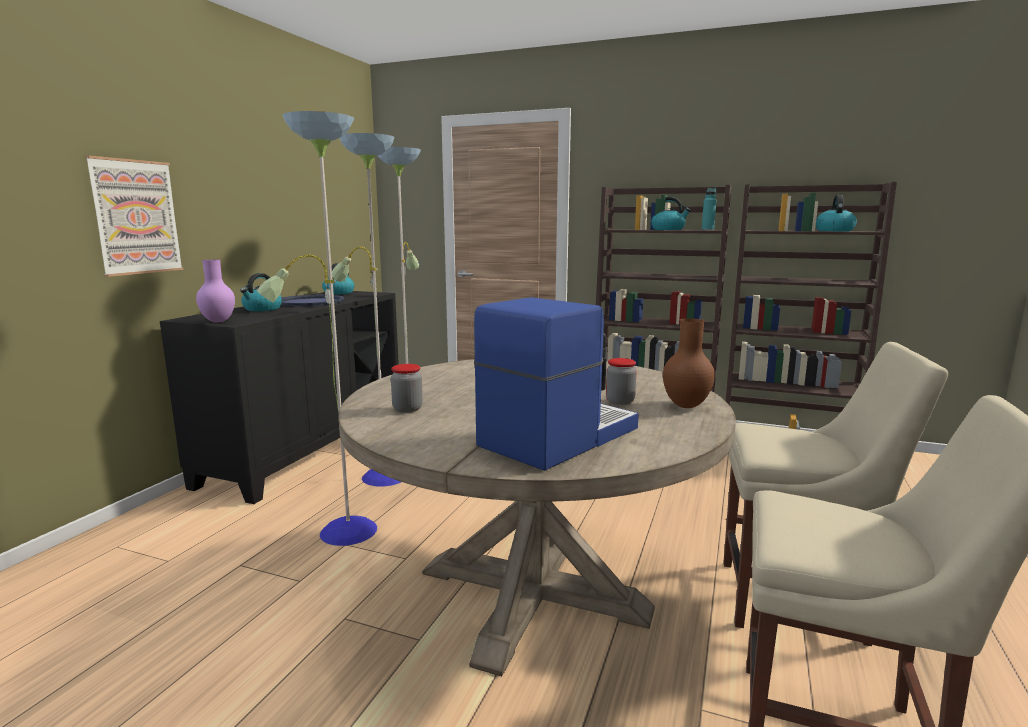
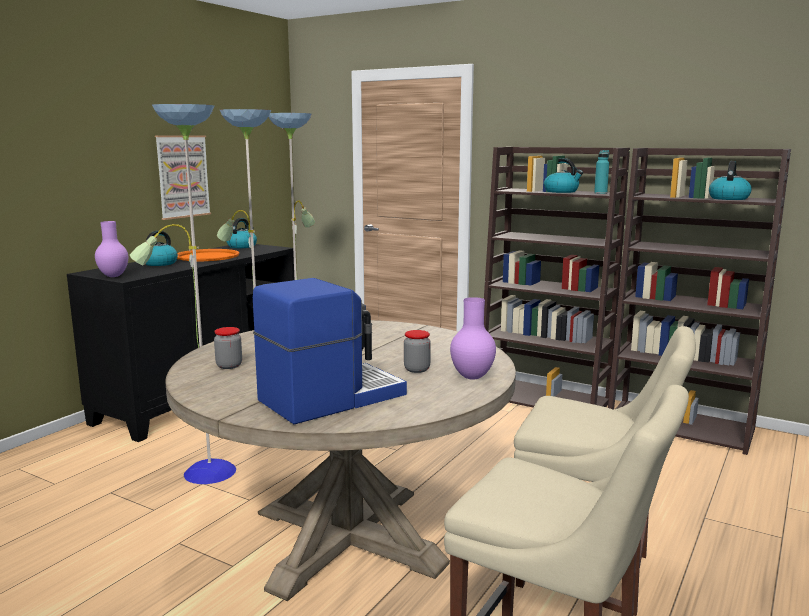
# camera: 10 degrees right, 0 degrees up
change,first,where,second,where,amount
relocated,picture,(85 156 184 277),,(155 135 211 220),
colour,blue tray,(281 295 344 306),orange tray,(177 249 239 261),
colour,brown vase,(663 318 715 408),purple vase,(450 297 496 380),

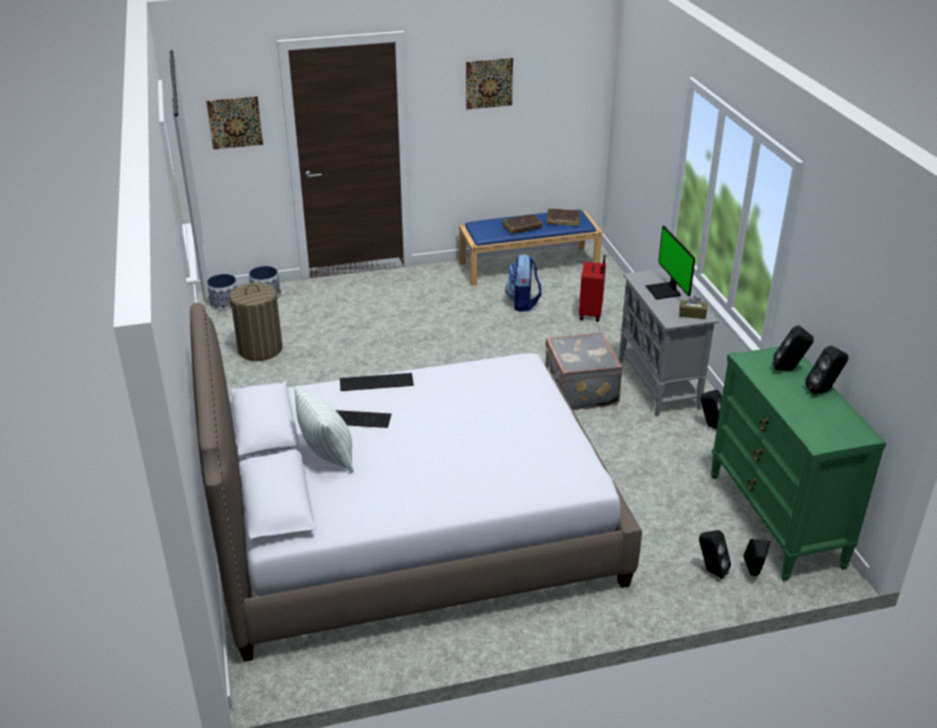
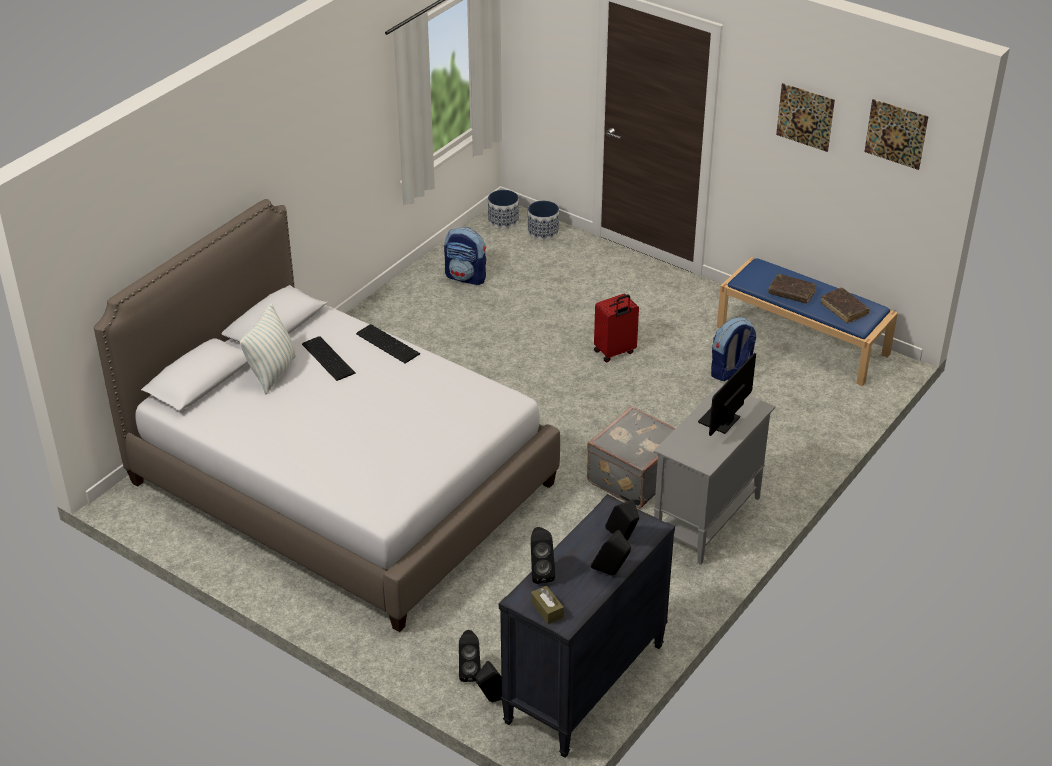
# camera: 50 degrees right, 5 degrees up
change,first,where,second,where,amount
exchanged,laundry basket,(225 282 283 361),backpack,(444 227 486 286),
colour,green dresser,(711 347 886 581),black dresser,(499 494 675 758),
relocated,black speaker,(700 390 722 429),,(531 527 555 584),
relocated,brown tissue box,(679 296 707 319),,(531 586 564 624),
relocated,red suitcase,(579 255 606 322),,(594 294 639 362),
relocated,picture,(206 96 263 149),,(864 99 929 170),

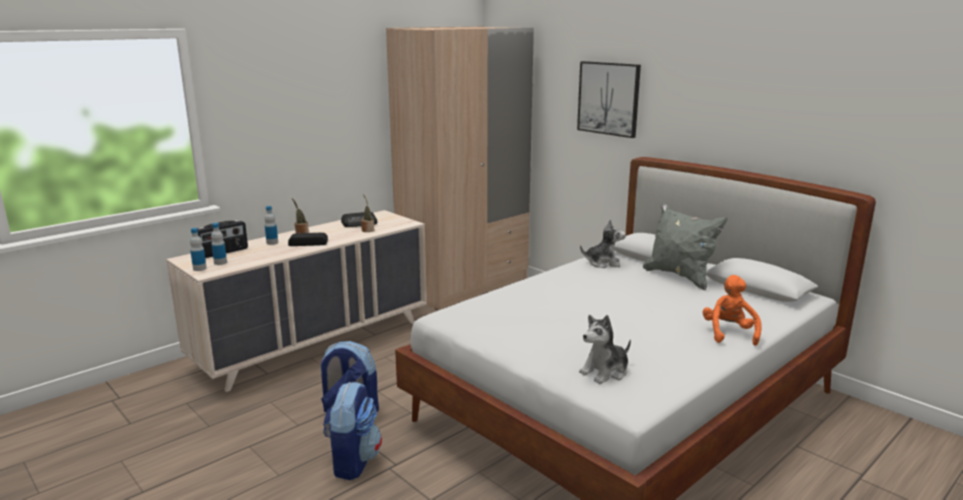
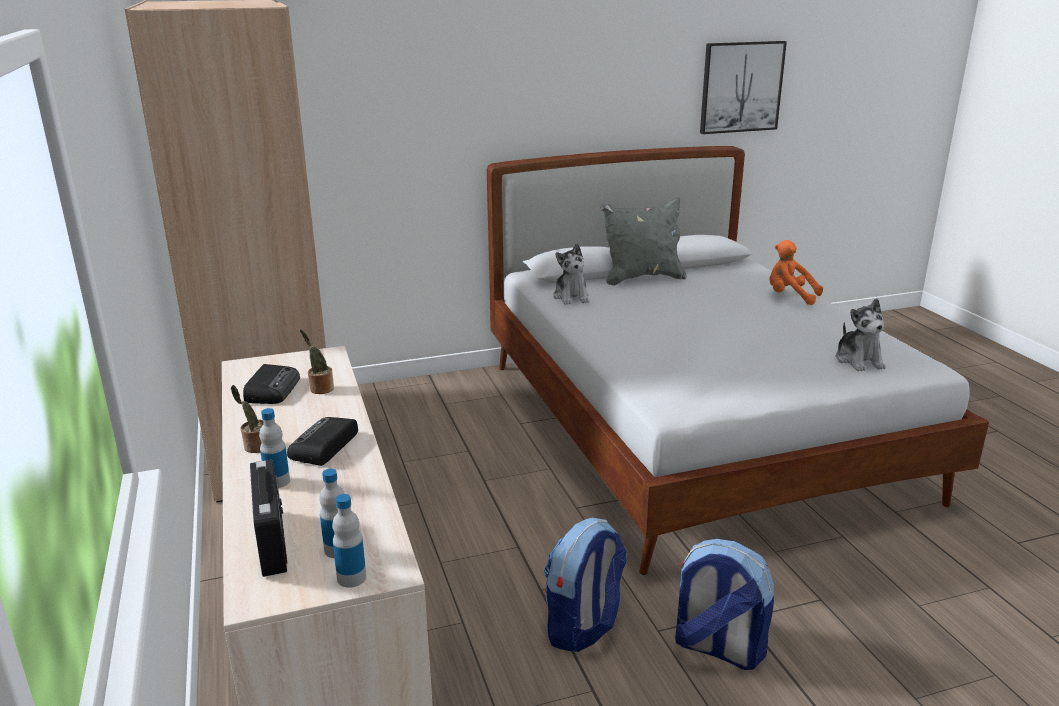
# camera: 65 degrees left, 5 degrees up
change,first,where,second,where,amount
spun,plush toy,(580 219 626 268),,(553 244 589 305),135 degrees clockwise
relocated,picture,(577 61 641 138),,(700 41 787 134),

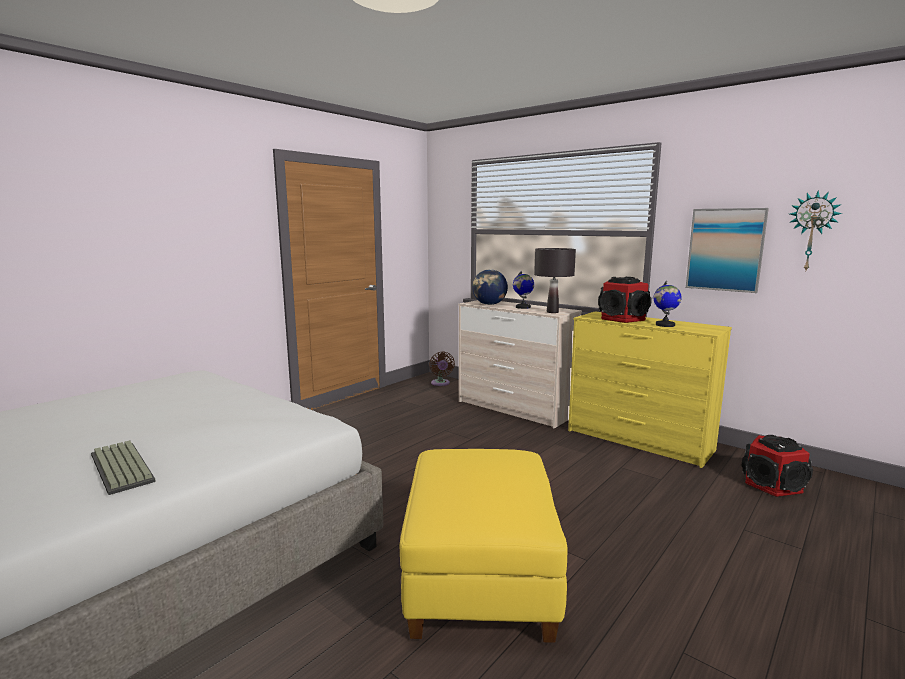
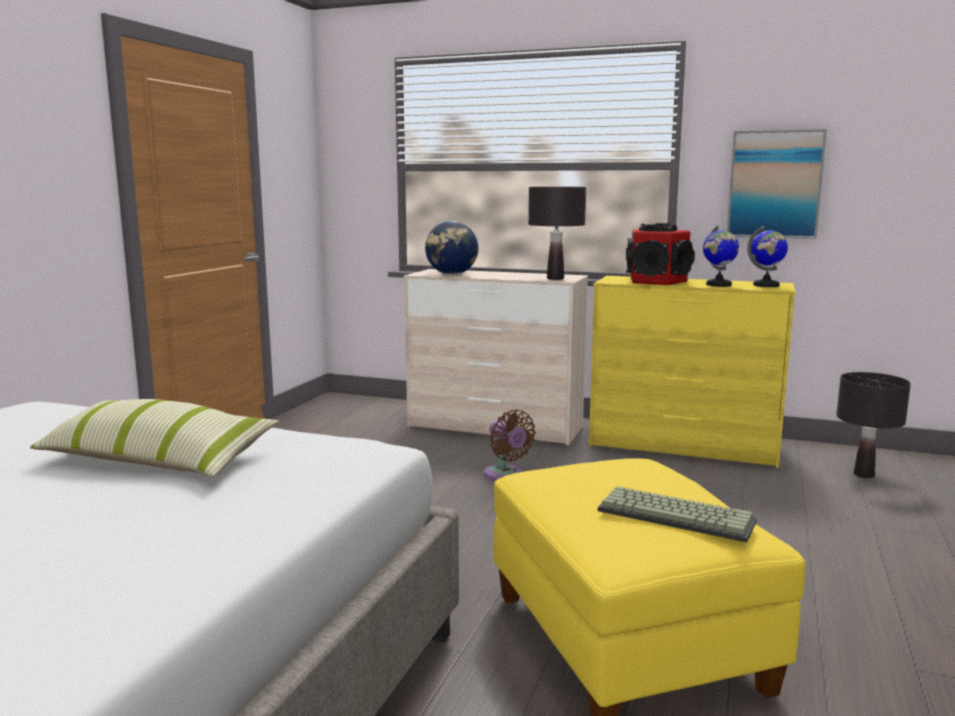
# camera: 20 degrees left, 0 degrees up
change,first,where,second,where,amount
appeared,,,pillow,(30 399 279 477),
relocated,brown fan,(429 351 455 386),,(484 409 536 480),
relocated,keyboard,(91 440 156 495),,(598 486 757 543),
relocated,globe,(513 271 534 309),,(748 226 788 287),
exchanged,speaker,(742 435 813 497),black table lamp,(836 372 911 478),
missing,wall clock,(789 190 842 270),,,

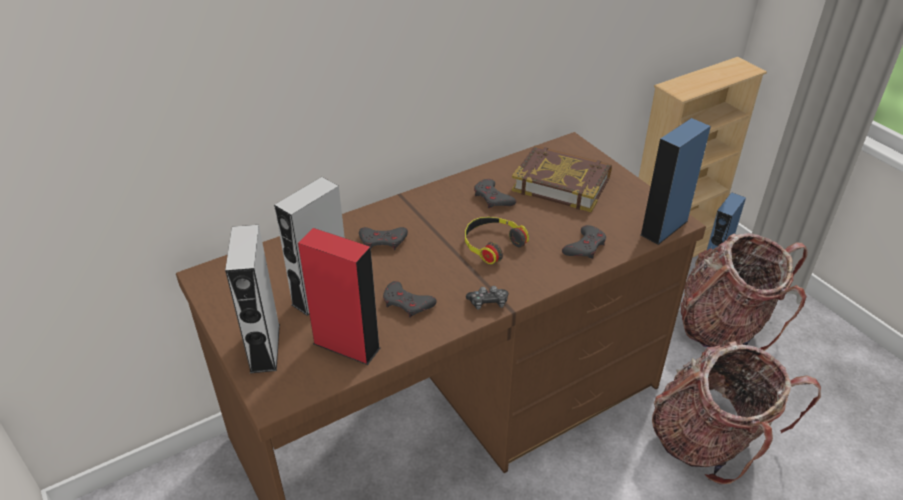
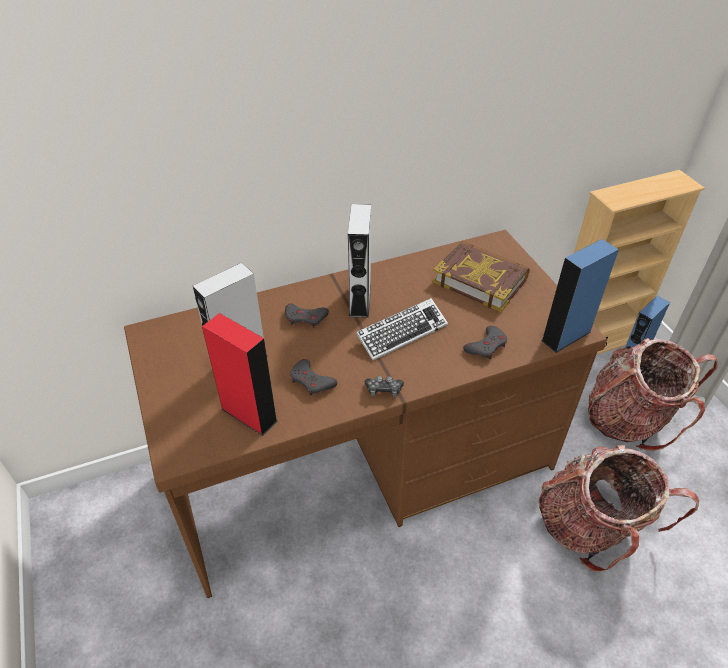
# camera: 10 degrees right, 5 degrees up
change,first,where,second,where,amount
relocated,grey speaker,(225 225 280 373),,(348 204 371 318),
exchanged,headphones,(465 217 529 264),keyboard,(356 298 448 361),
missing,grey game controller,(474 179 516 208),,,

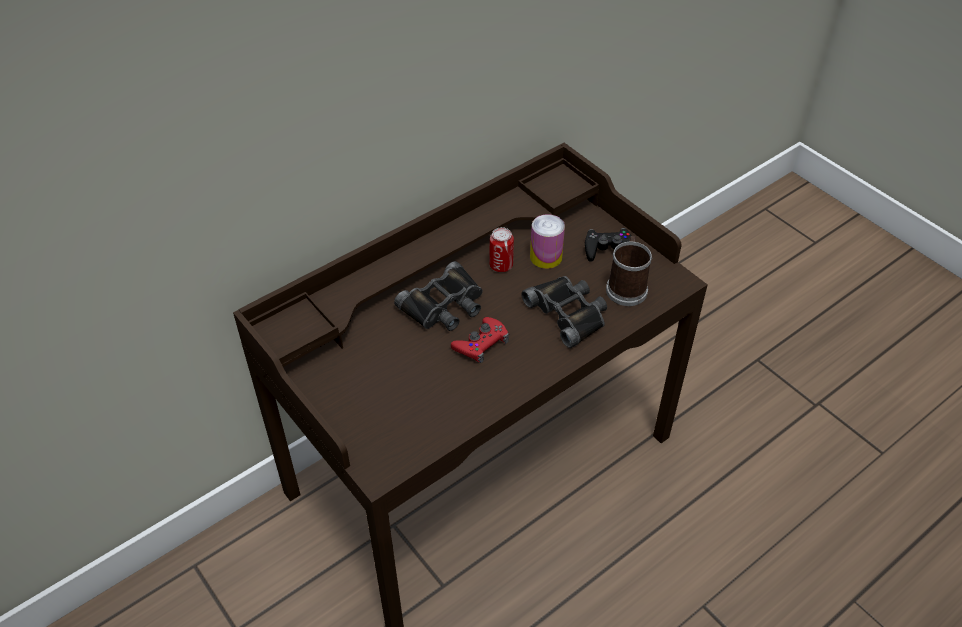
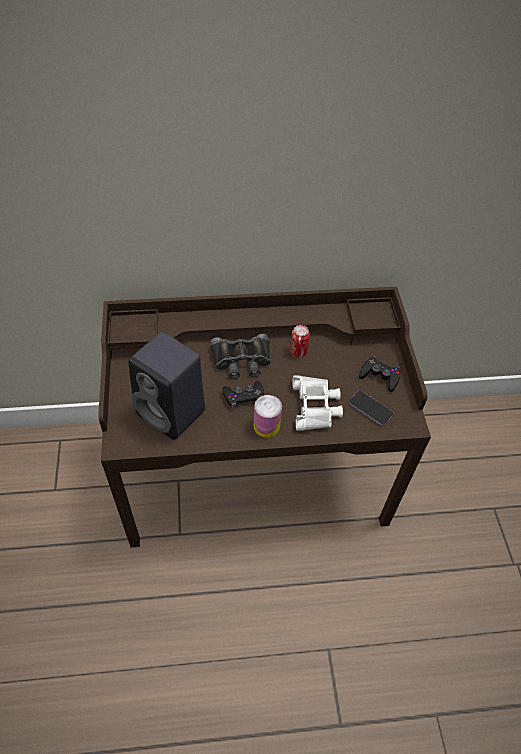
# camera: 30 degrees right, 5 degrees up
change,first,where,second,where,amount
appeared,,,black speaker,(128 332 205 440),
colour,red game controller,(451 317 509 363),black game controller,(223 381 264 409),
relocated,can,(530 214 565 269),,(254 395 282 438),
colour,black binoculars,(521 276 607 348),white binoculars,(292 375 343 431),
exchanged,mug,(606 236 652 306),phone,(349 391 394 426),

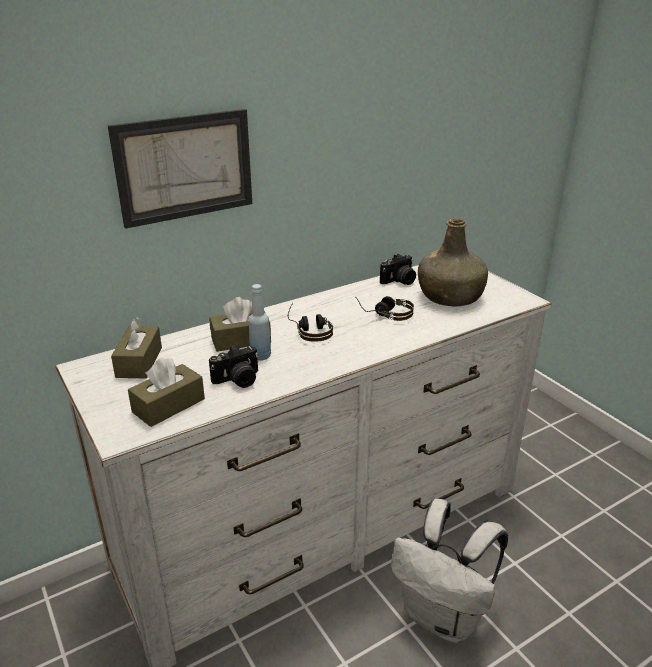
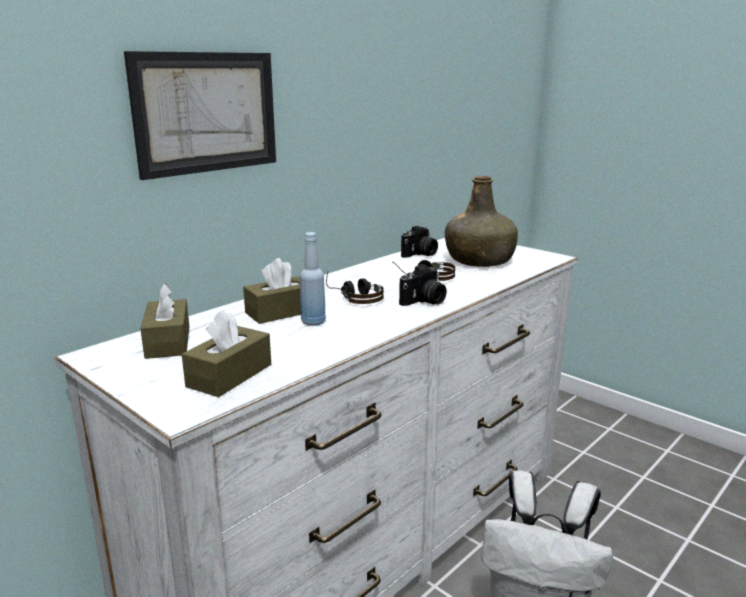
# camera: 15 degrees left, 10 degrees down
change,first,where,second,where,amount
relocated,photo camera,(209 345 259 388),,(399 266 447 306),

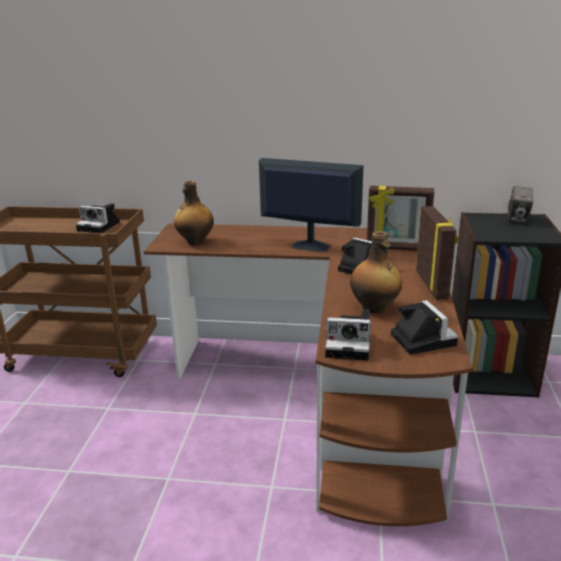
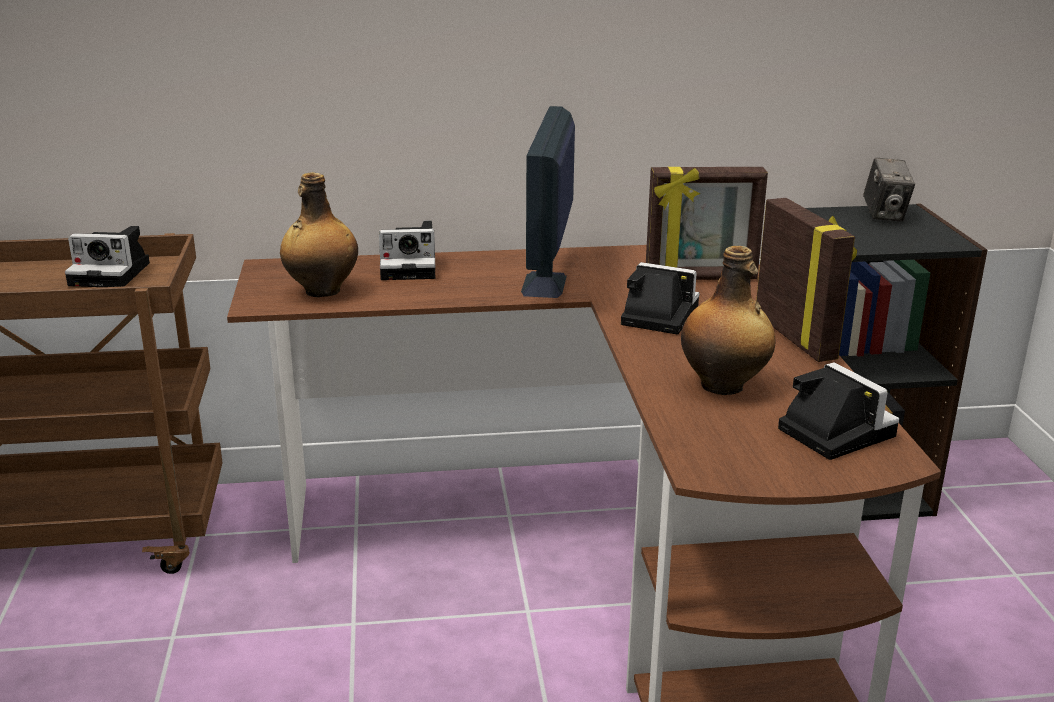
# camera: 15 degrees left, 0 degrees up
change,first,where,second,where,amount
relocated,photo camera,(325 309 371 361),,(379 220 435 280),
spun,monitor,(259 158 363 252),,(521 106 575 298),90 degrees counterclockwise

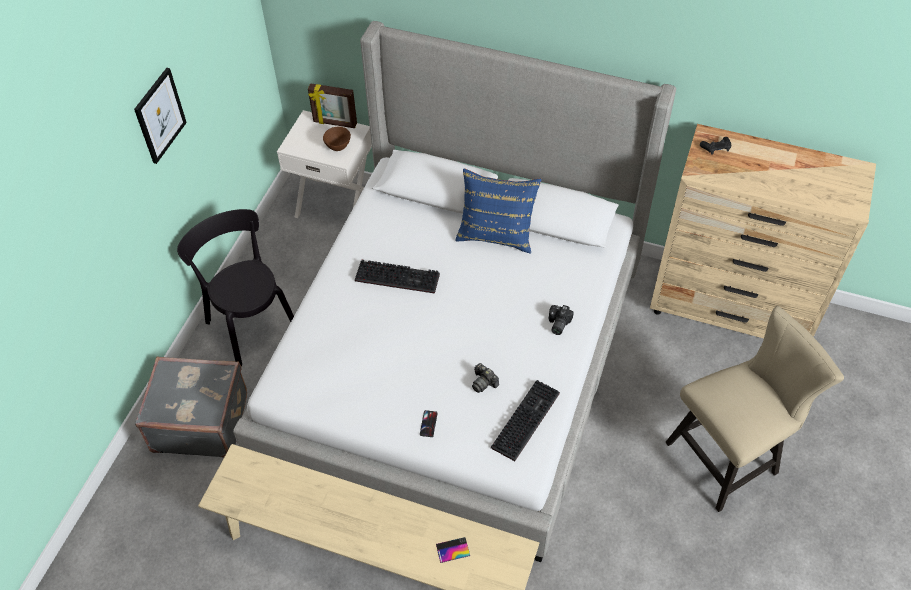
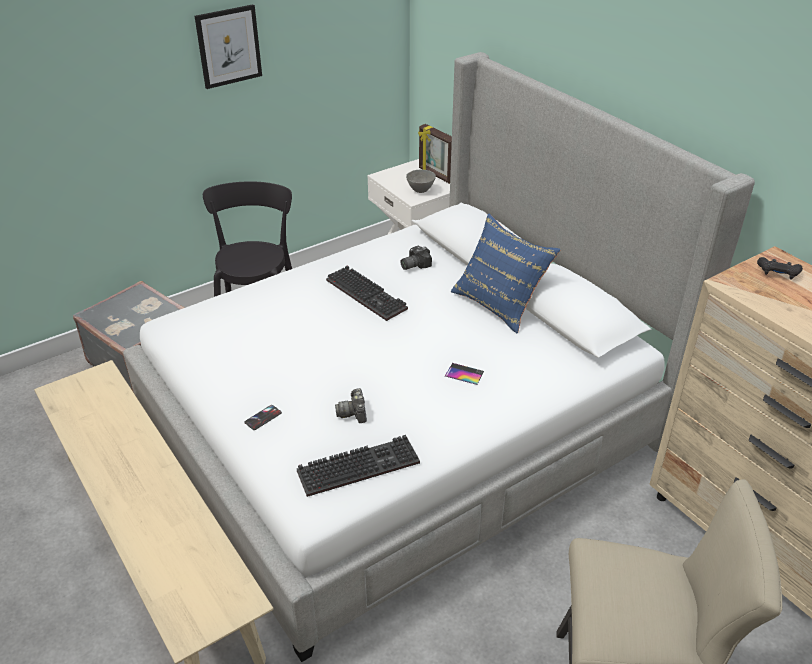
# camera: 35 degrees right, 15 degrees down
change,first,where,second,where,amount
relocated,photo camera,(549 305 574 335),,(400 245 432 270),
colour,brown bowl,(323 127 351 151),grey bowl,(406 170 436 193),
relocated,phone,(436 537 470 563),,(445 363 484 385),

